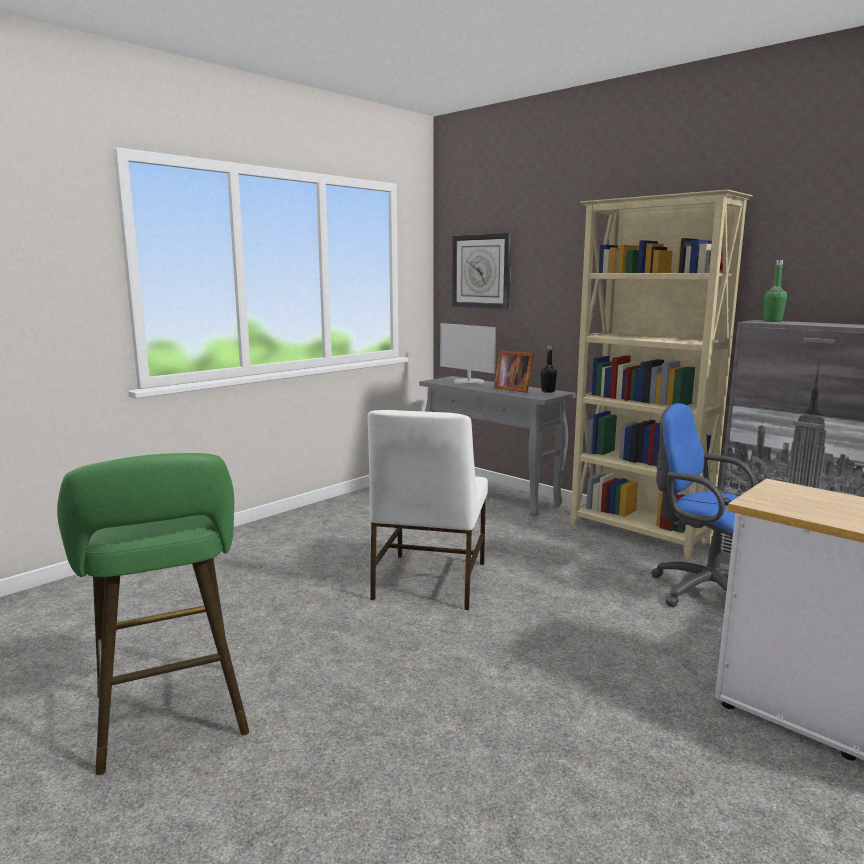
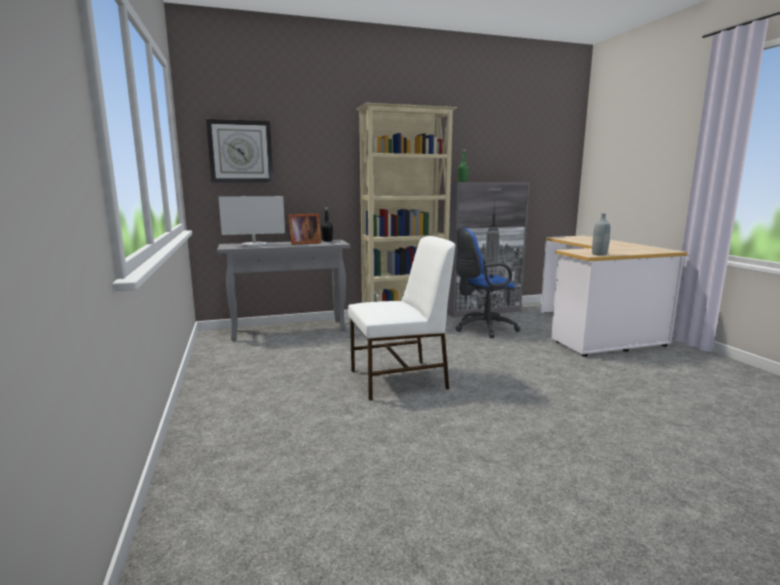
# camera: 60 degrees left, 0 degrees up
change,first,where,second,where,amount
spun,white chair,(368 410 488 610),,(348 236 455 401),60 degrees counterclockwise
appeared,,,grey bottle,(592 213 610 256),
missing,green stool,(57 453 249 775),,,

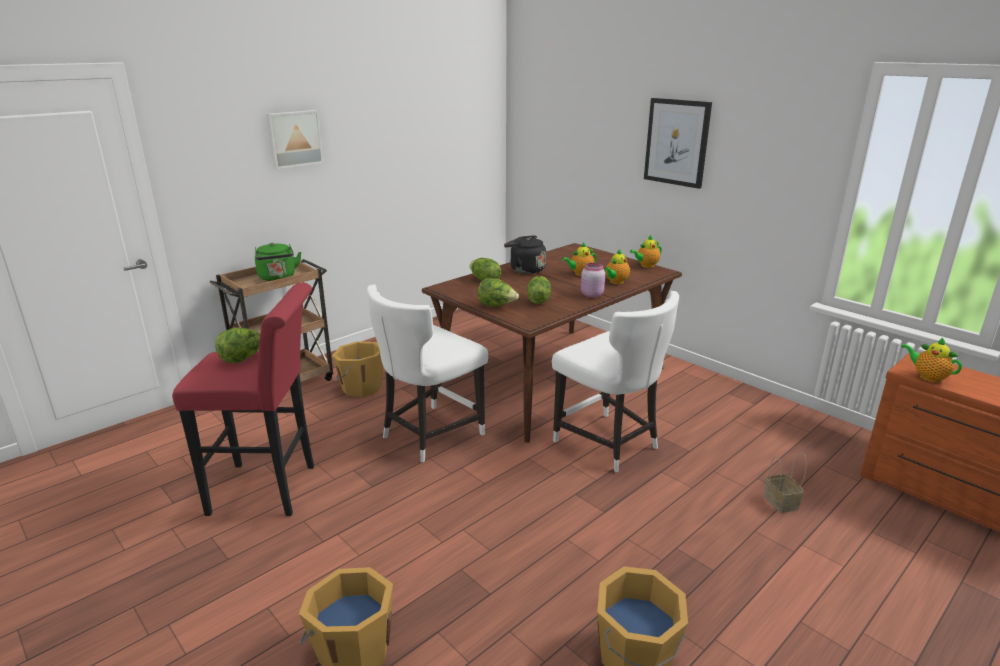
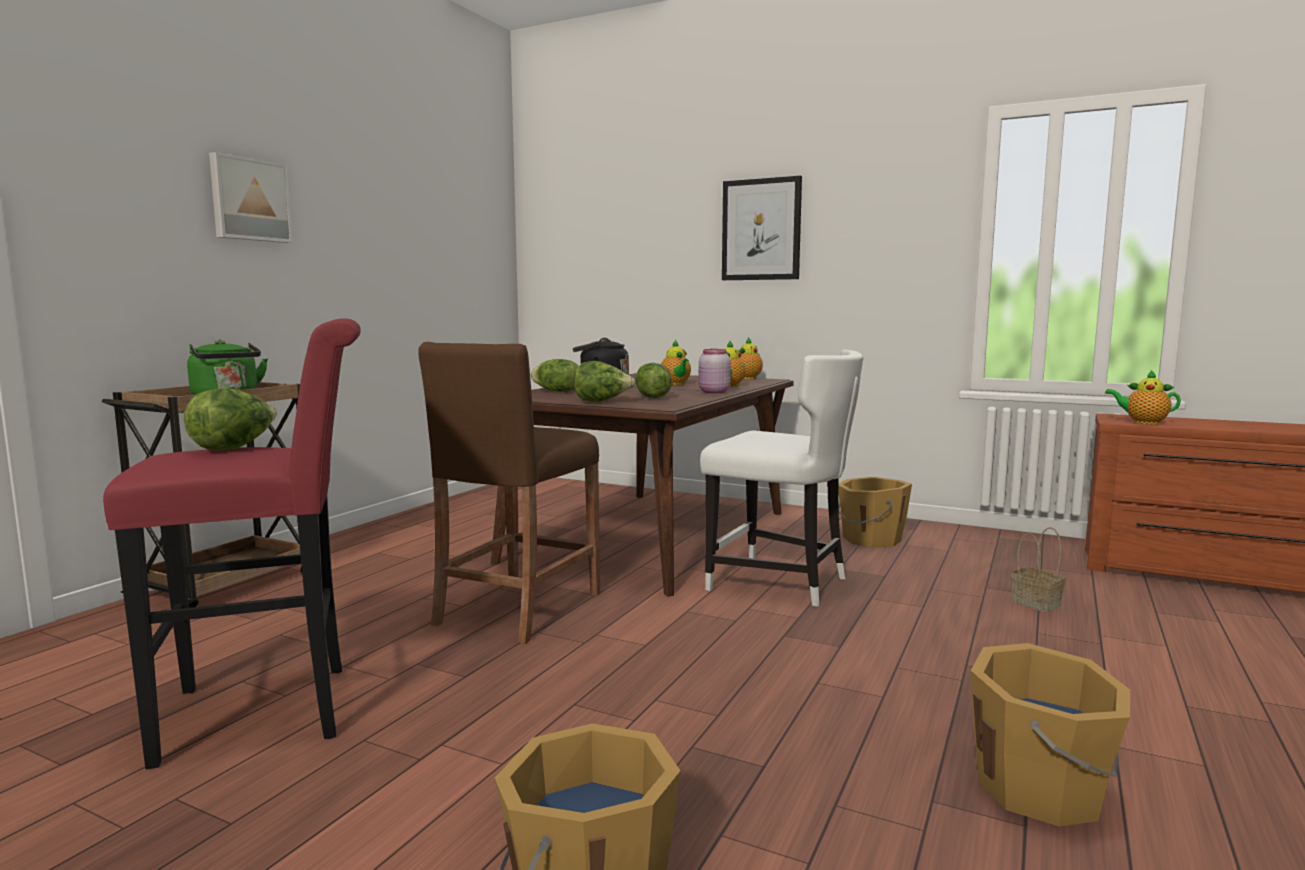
# camera: 20 degrees left, 15 degrees down
change,first,where,second,where,amount
exchanged,white chair,(367 284 488 462),brown stool,(418 342 600 644),
spun,teapot,(562 242 597 276),,(661 340 691 385),60 degrees counterclockwise
relocated,orange bucket,(332 341 383 397),,(838 477 912 548),

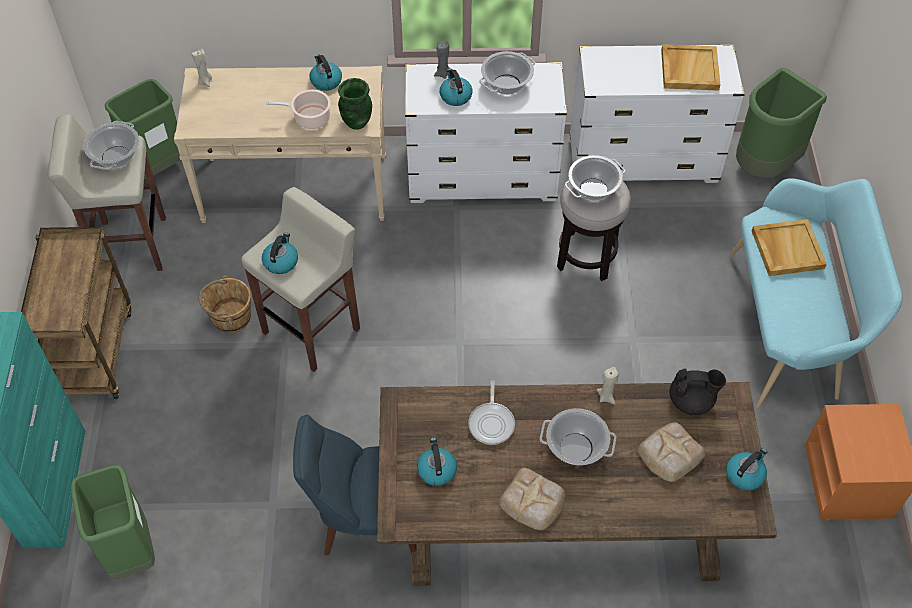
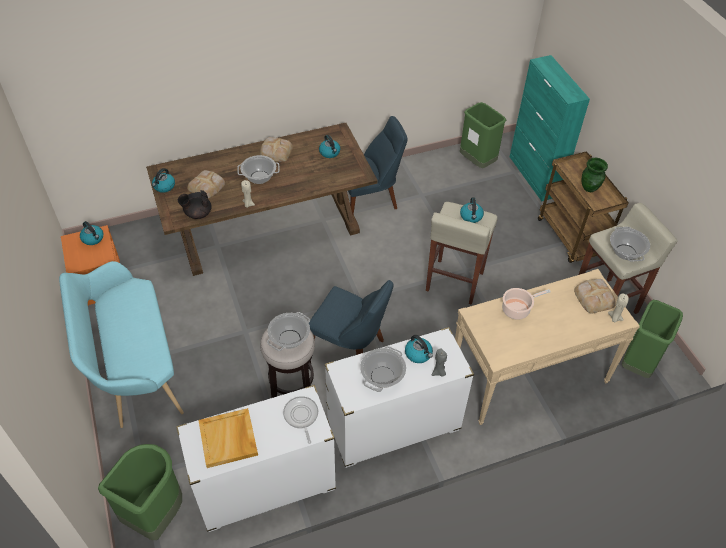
# camera: 160 degrees right, 5 degrees down
change,first,where,second,where,amount
relocated,kettle,(310 55 342 91),,(80 221 103 245),
relocated,frying pan,(468 380 515 445),,(283 396 318 444),
appeared,,,blue chair,(309 280 393 355),
appeared,,,bread,(574 279 616 313),
relocated,green vase,(338 78 372 130),,(581 158 608 192),
missing,brown bucket,(199 275 251 333),,,
missing,beige tray,(752 219 827 276),,,

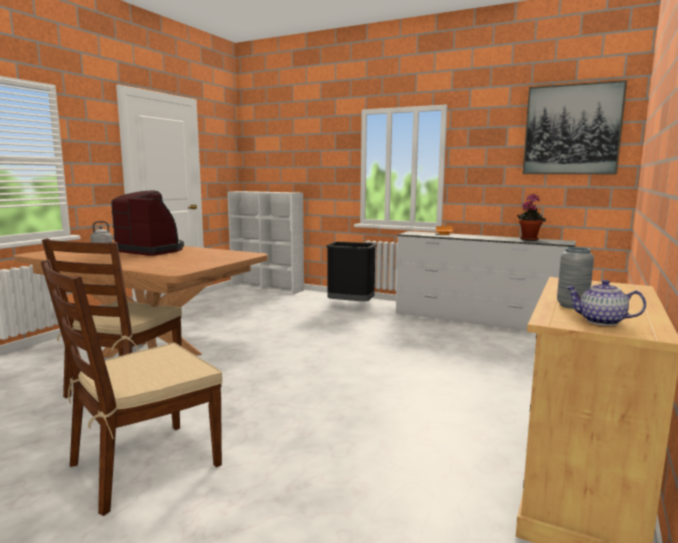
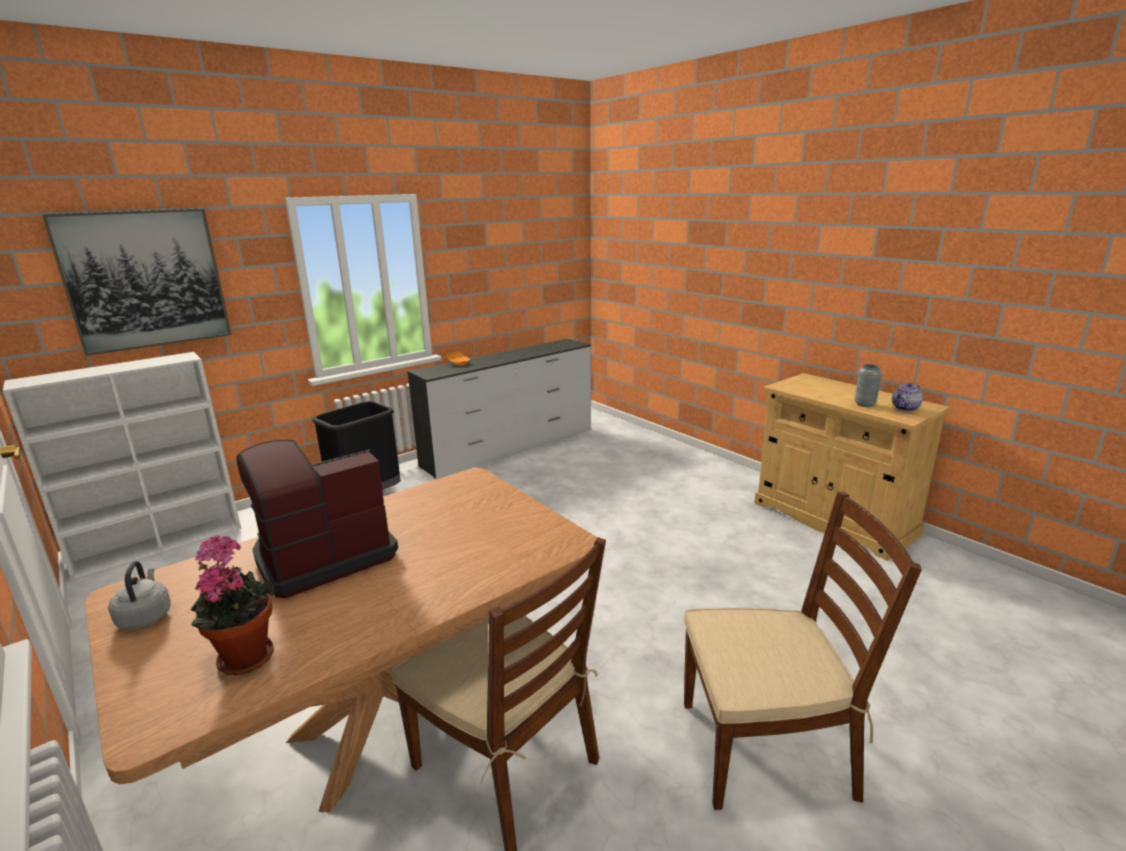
# camera: 65 degrees left, 10 degrees up
change,first,where,second,where,amount
relocated,picture,(523 80 627 174),,(42 208 232 356),
relocated,potted plant,(517 194 546 241),,(190 535 275 675),
spun,brown chair,(41 260 223 516),,(684 492 922 810),75 degrees counterclockwise

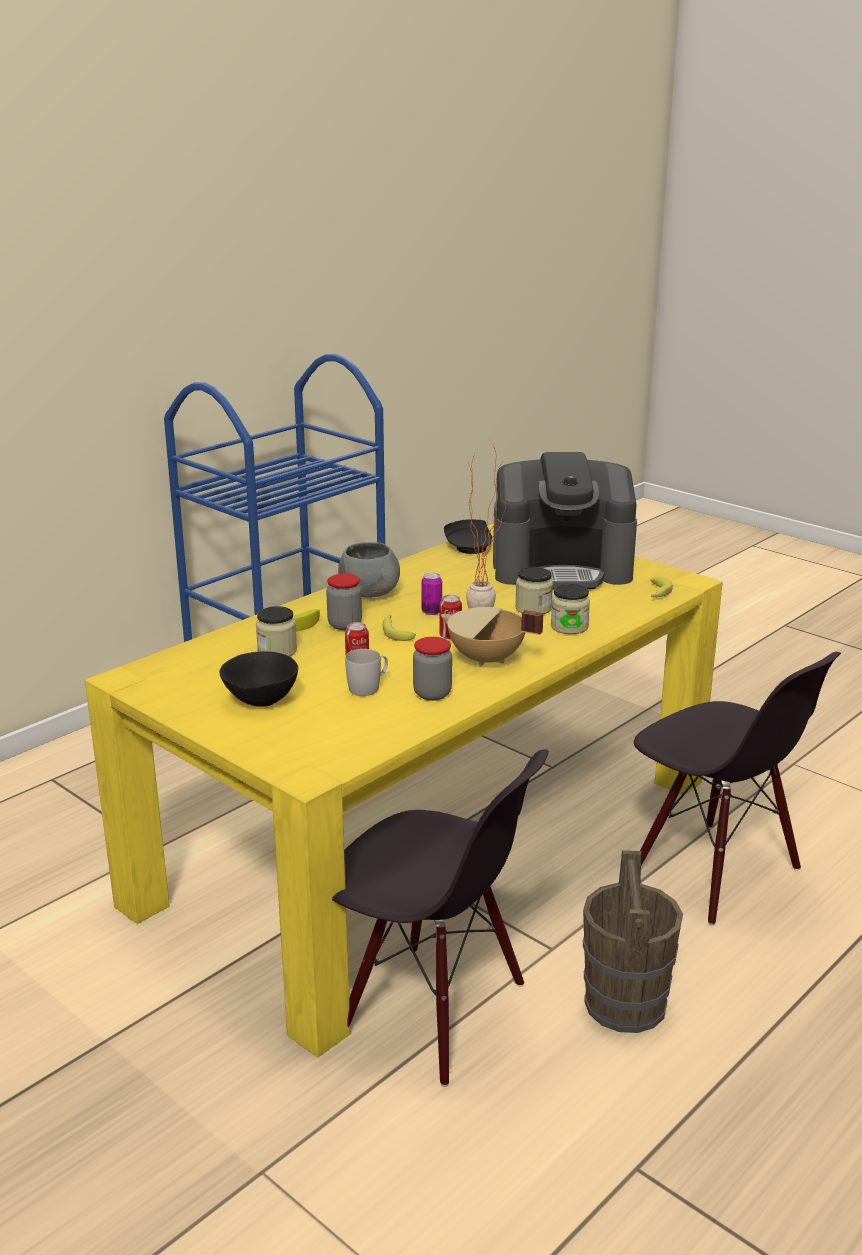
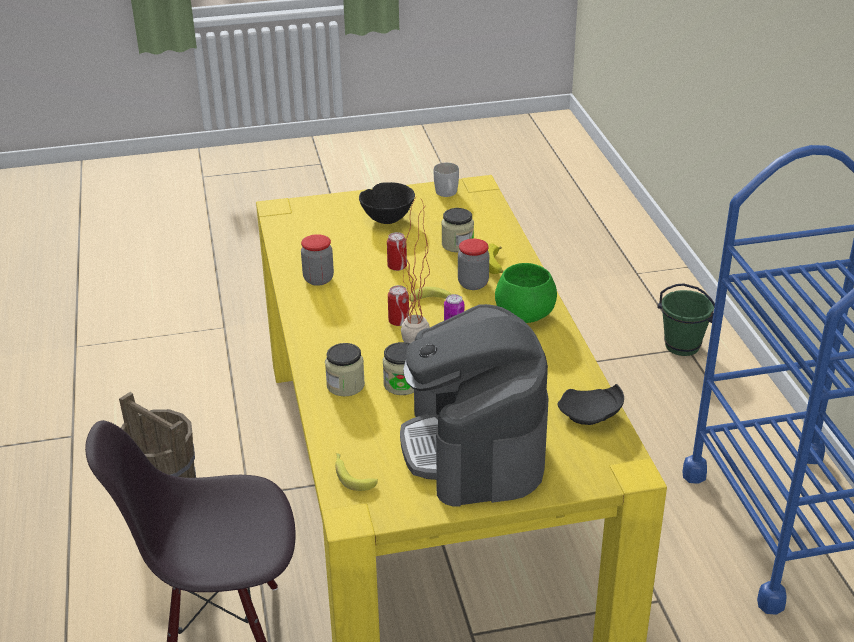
# camera: 125 degrees right, 10 degrees up
change,first,where,second,where,amount
spun,coffee machine,(493 452 637 589),,(400 304 549 507),45 degrees counterclockwise
relocated,white mug,(345 649 388 696),,(434 163 459 197),
colour,grey bowl,(338 542 400 598),green bowl,(495 263 557 323),
appeared,,,green bucket,(657 283 715 356),
missing,black chair,(332 749 549 1087),,,
missing,beige cooking pot,(441 607 543 667),,,

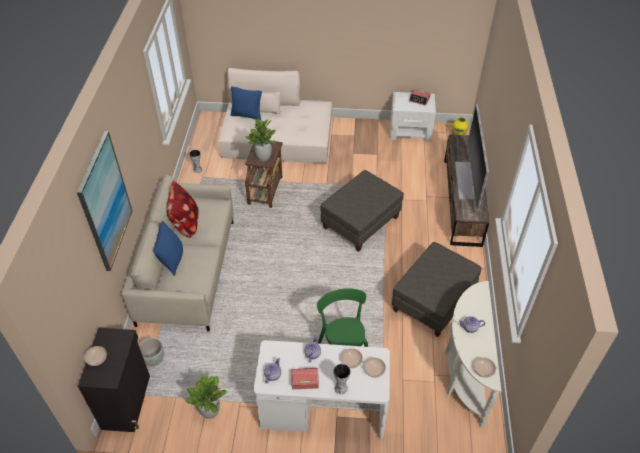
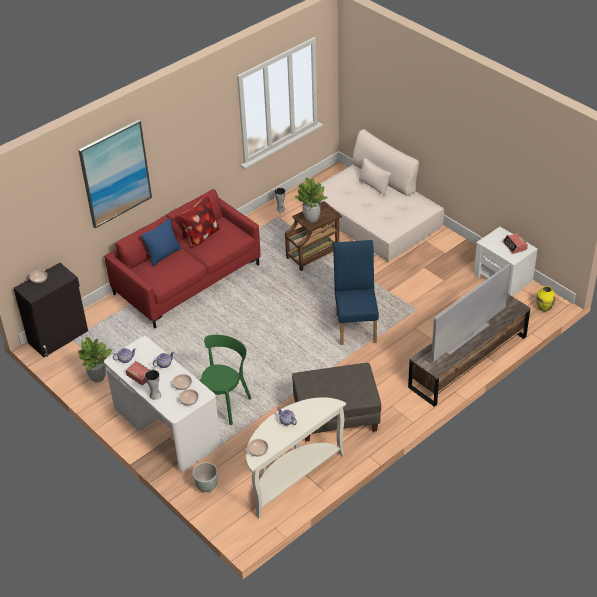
# camera: 45 degrees right, 5 degrees down
change,first,where,second,where,amount
colour,beige sofa,(121 175 234 331),red sofa,(104 189 260 329),
relocated,grey planter,(139 338 164 366),,(193 462 218 492),
exchanged,grey ottoman,(321 170 404 252),blue chair,(333 240 379 345),
missing,blue pillow,(230 86 262 121),,,

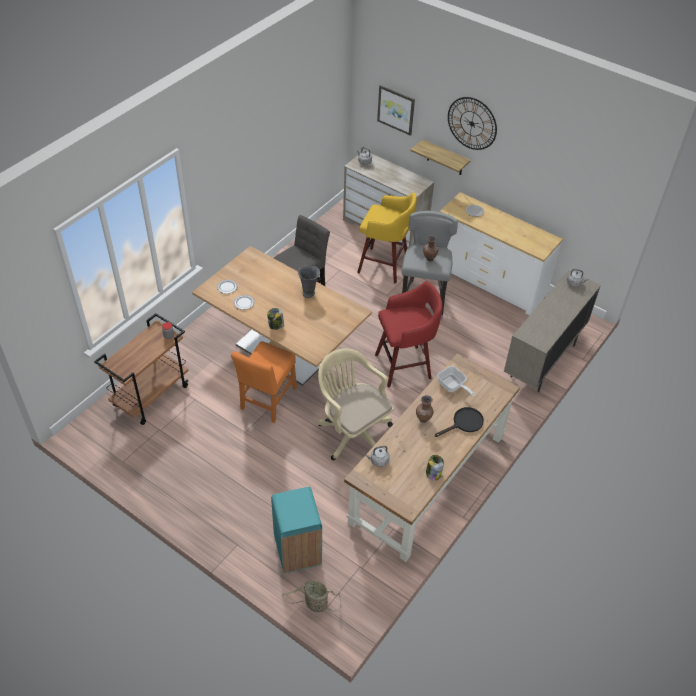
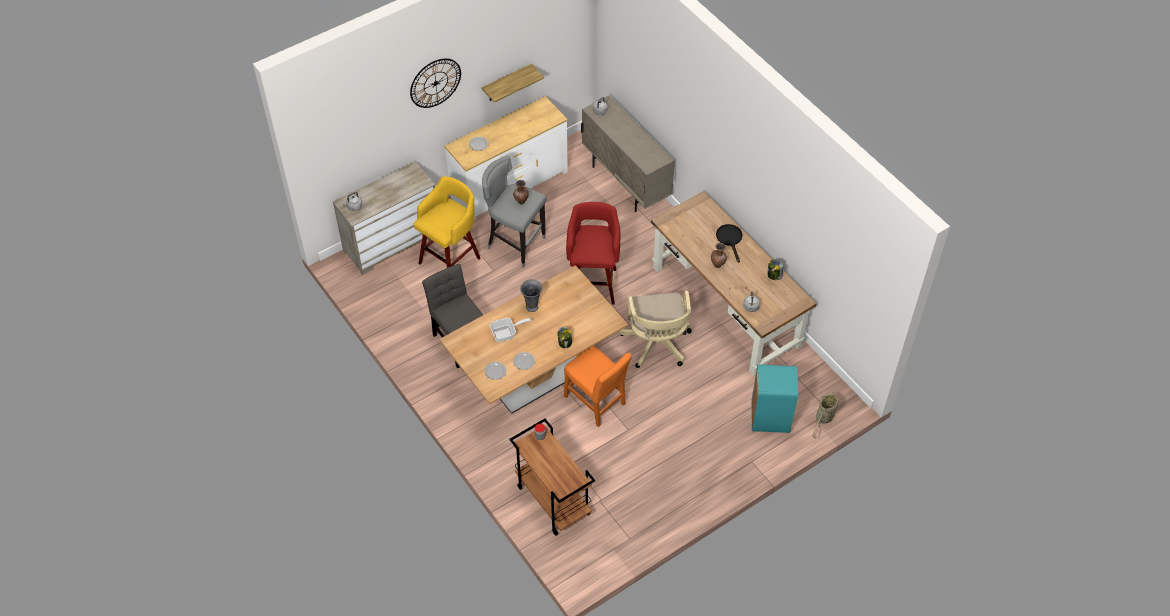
# camera: 70 degrees left, 5 degrees up
change,first,where,second,where,amount
relocated,shelf,(410 139 471 175),,(481 64 544 103),
relocated,frying pan,(437 366 475 397),,(490 318 531 342),
spun,beige office chair,(317 348 394 460),,(620 291 692 368),75 degrees counterclockwise
missing,picture,(377 85 415 136),,,

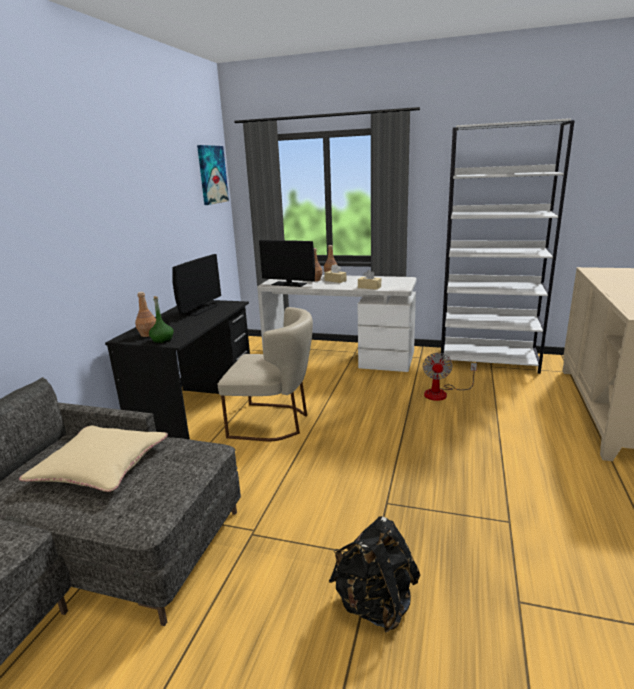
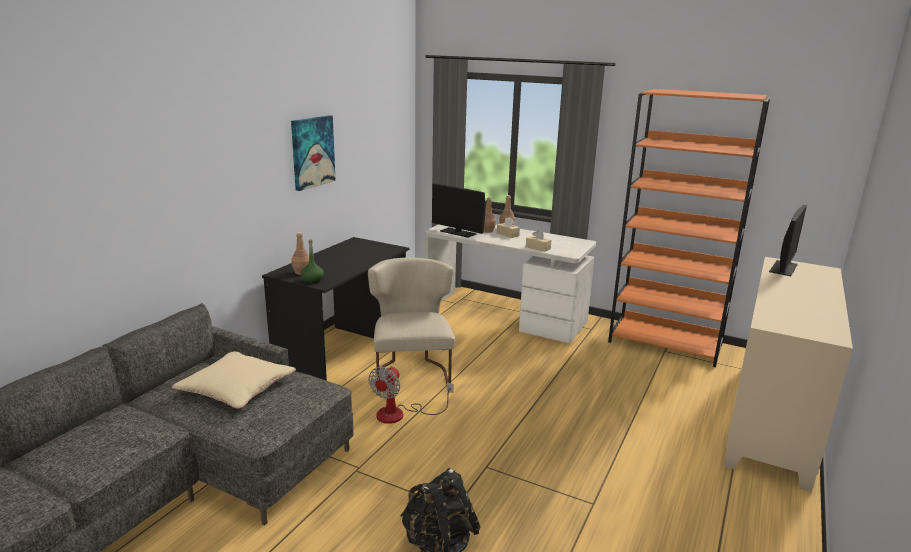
# camera: 10 degrees right, 0 degrees up
change,first,where,second,where,amount
relocated,picture,(197 145 229 205),,(291 115 336 191),
spun,beige chair,(218 307 313 441),,(368 257 455 396),120 degrees counterclockwise
relocated,fan,(423 353 477 401),,(368 366 453 424),
colour,white bookcase,(441 118 575 373),orange bookcase,(608 89 770 367),
relocated,monitor,(172 254 221 316),,(769 205 807 276),

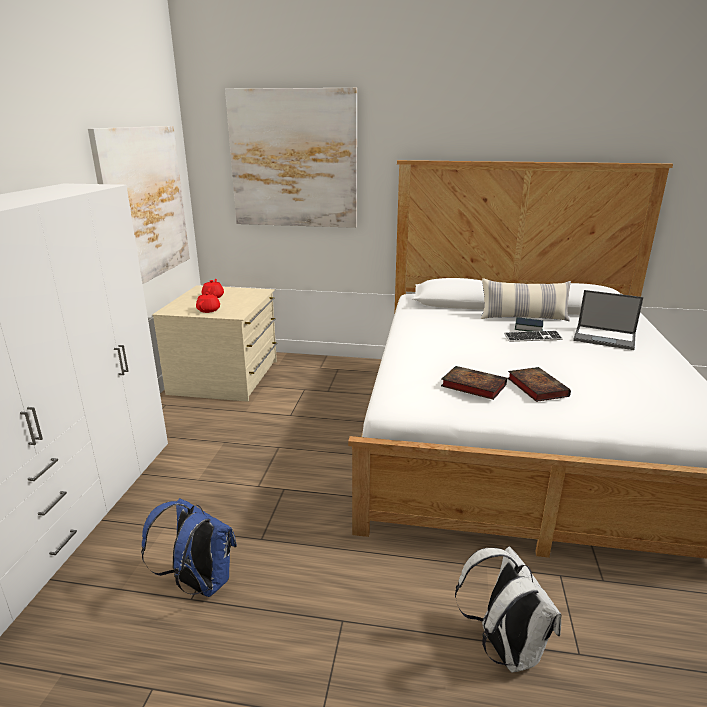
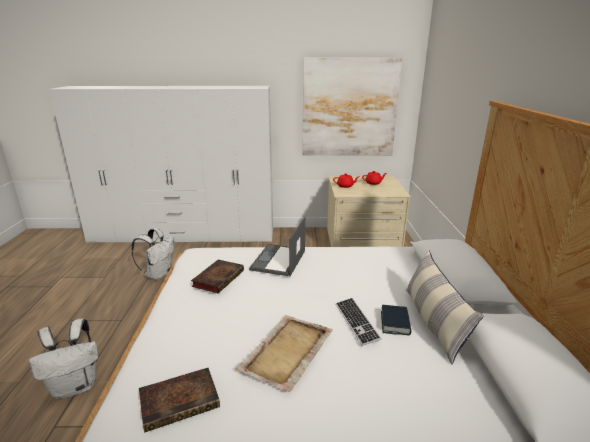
# camera: 80 degrees right, 0 degrees up
change,first,where,second,where,amount
colour,blue backpack,(141 498 237 597),white backpack,(131 228 174 281),
relocated,book,(508 367 571 402),,(139 368 220 433),
appeared,,,beige tray,(236 315 333 392),
relocated,laptop,(573 290 644 350),,(249 217 305 277),
missing,picture,(225 88 357 228),,,

